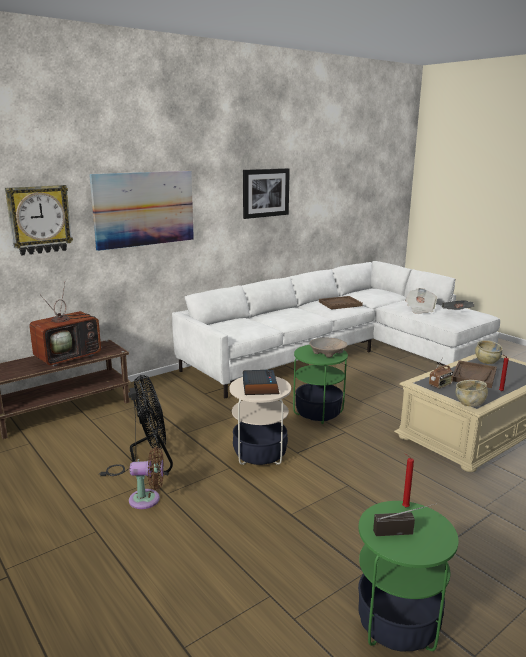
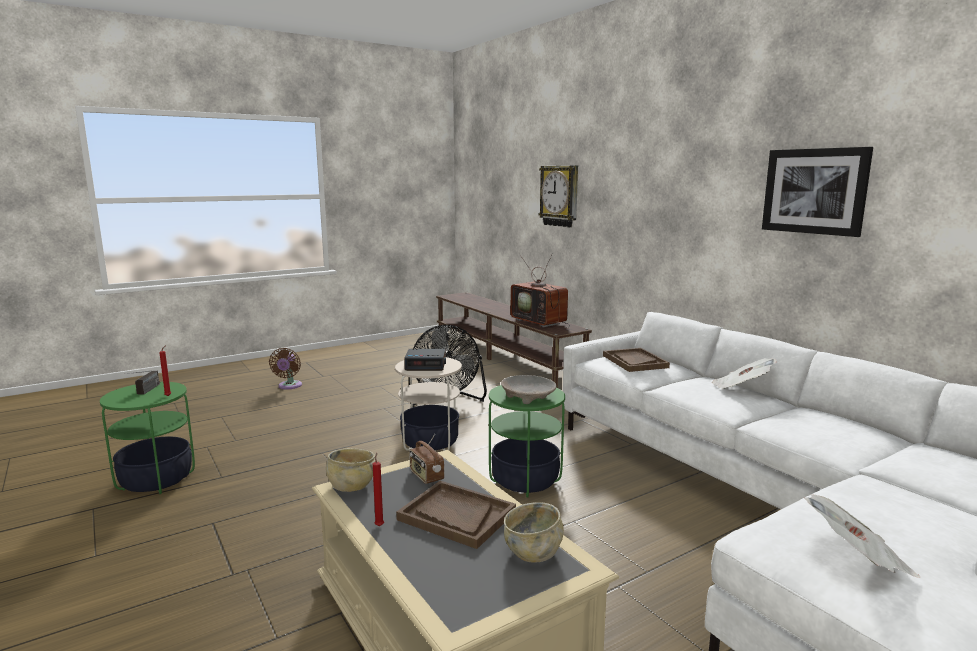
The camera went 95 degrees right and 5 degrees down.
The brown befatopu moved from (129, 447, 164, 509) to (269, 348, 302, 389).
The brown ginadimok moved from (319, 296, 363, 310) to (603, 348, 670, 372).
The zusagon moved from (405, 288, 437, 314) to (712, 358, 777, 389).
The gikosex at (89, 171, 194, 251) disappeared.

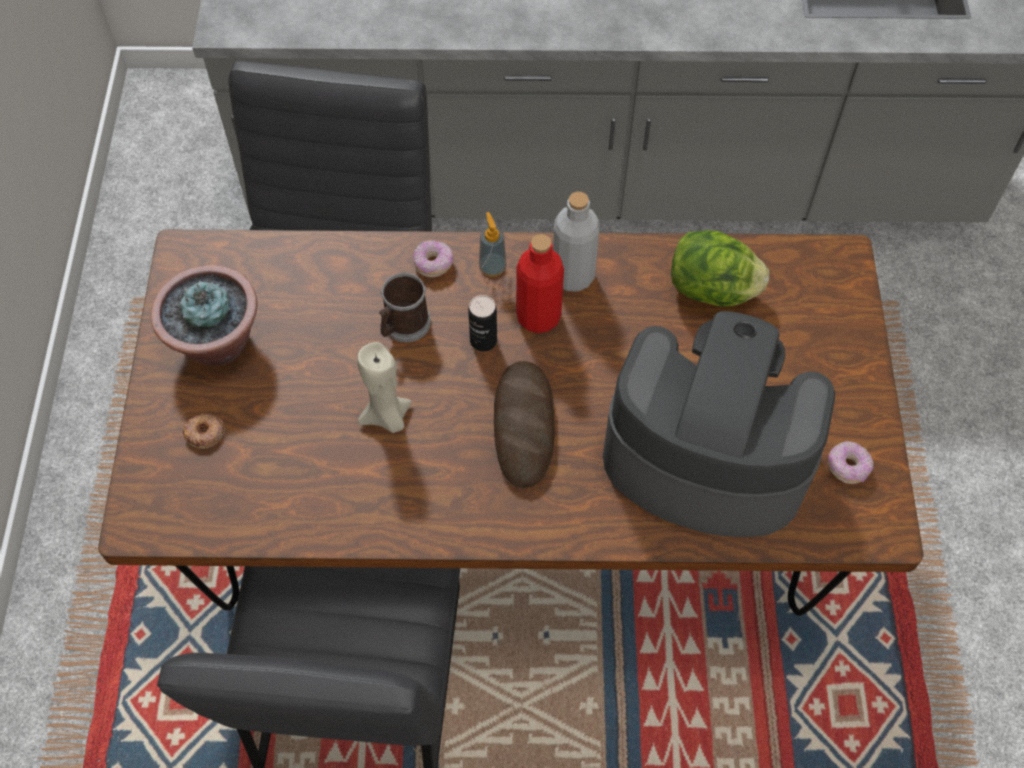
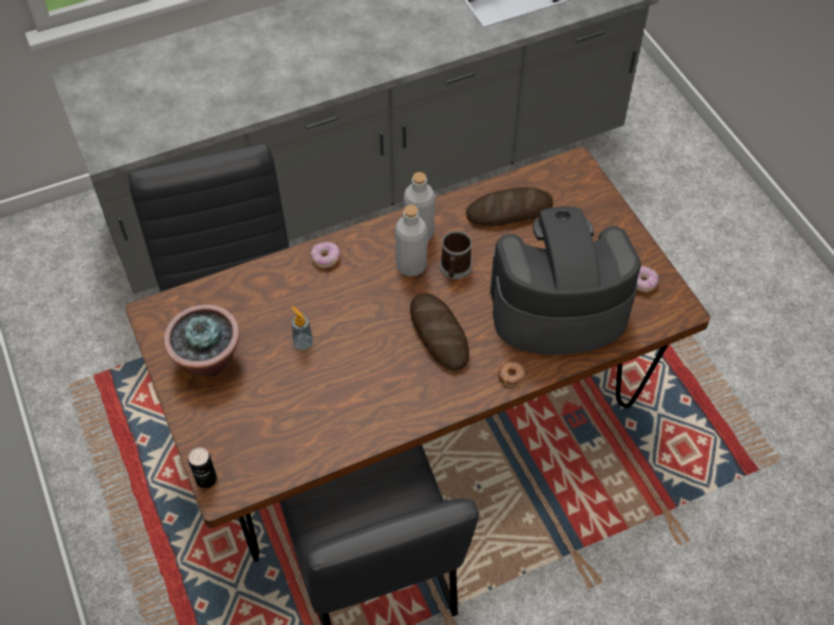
The camera went 25 degrees left and 5 degrees down.
The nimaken moved from (468, 295, 497, 352) to (188, 447, 217, 488).
The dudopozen moved from (479, 212, 507, 277) to (291, 306, 313, 351).
The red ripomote at (516, 234, 564, 333) became the grey ripomote at (395, 205, 427, 277).
The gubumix moved from (379, 273, 431, 342) to (440, 231, 472, 279).
The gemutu at (671, 230, 769, 307) was replaced by the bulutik at (466, 187, 553, 226).
The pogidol moved from (183, 413, 225, 449) to (498, 362, 525, 386).
The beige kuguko at (357, 342, 412, 433) disappeared.

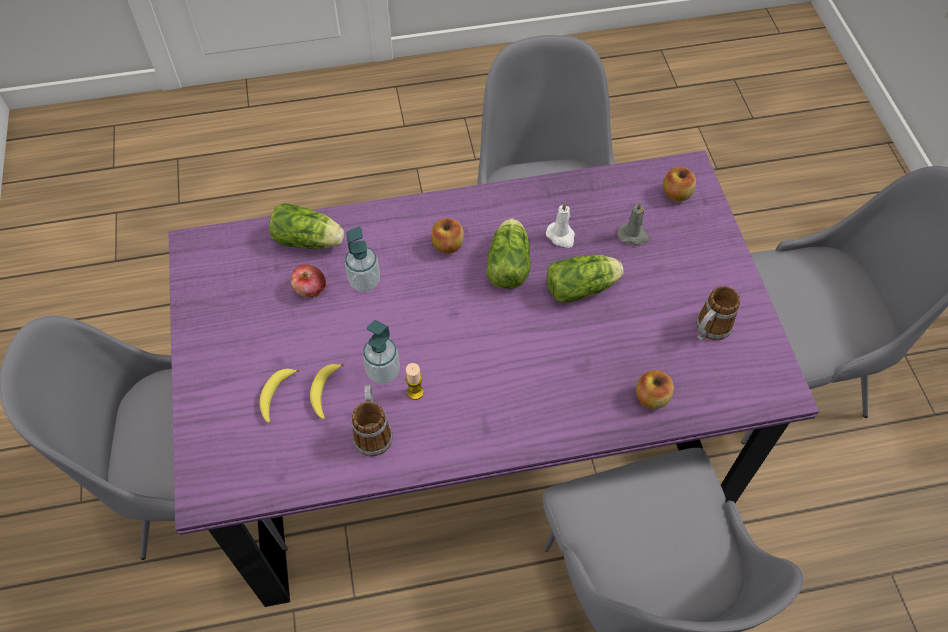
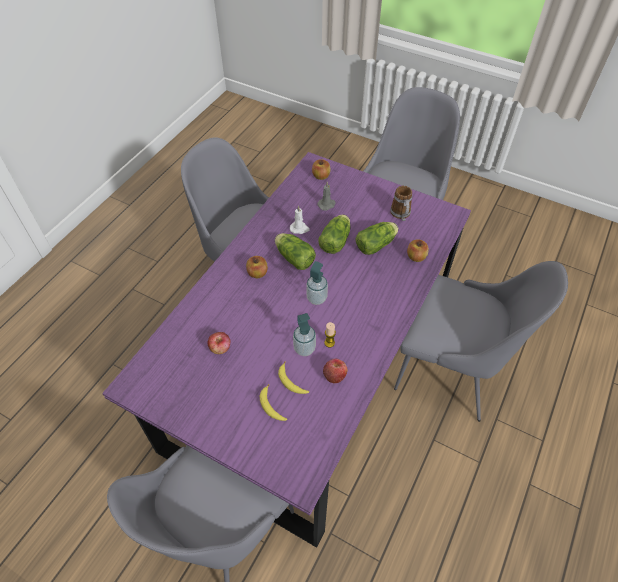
The camera went 50 degrees left and 5 degrees down.
The dudopozen moved from (345, 227, 380, 292) to (306, 261, 328, 305).
The gubumix at (352, 385, 393, 457) was replaced by the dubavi at (323, 359, 348, 383).
The gemutu moved from (269, 203, 344, 249) to (356, 222, 398, 255).

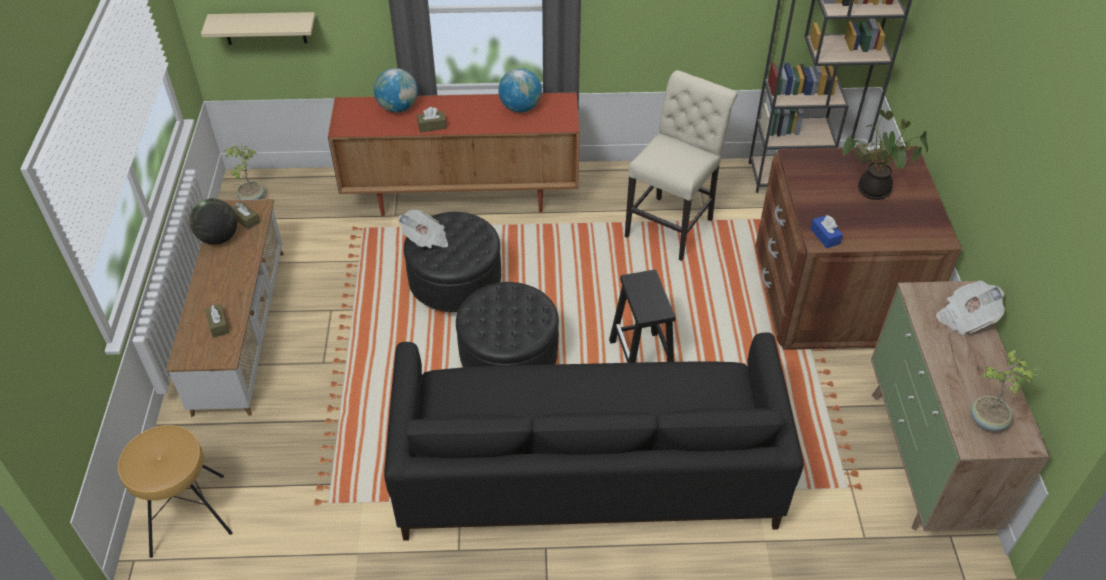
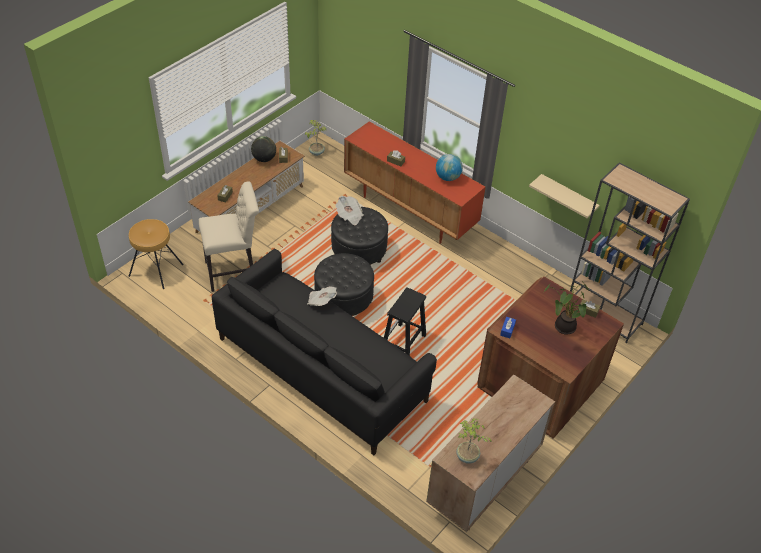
The camera went 40 degrees right and 0 degrees up.
The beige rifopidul moved from (625, 70, 737, 261) to (199, 181, 259, 292).
The zusagon moved from (936, 281, 1005, 335) to (307, 286, 337, 306).
The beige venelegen moved from (201, 12, 315, 45) to (529, 174, 599, 218).
The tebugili at (374, 68, 418, 113) disappeared.

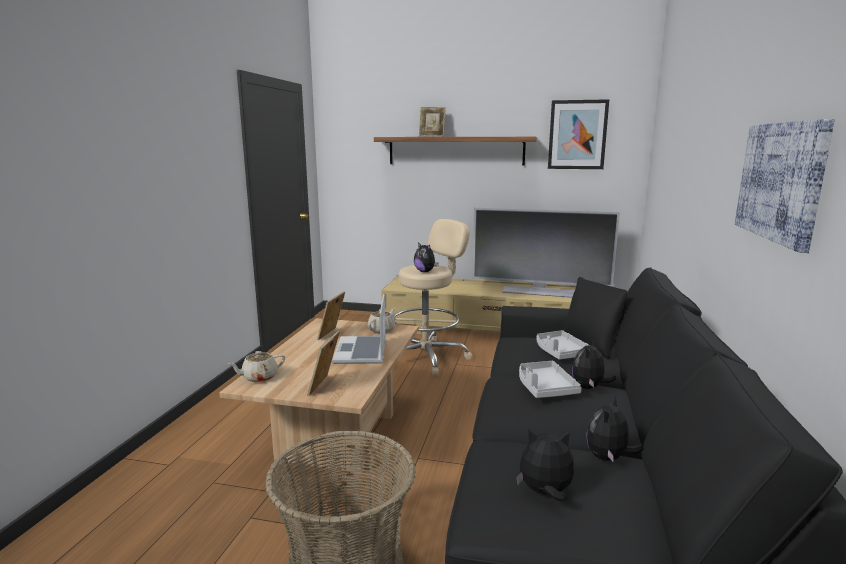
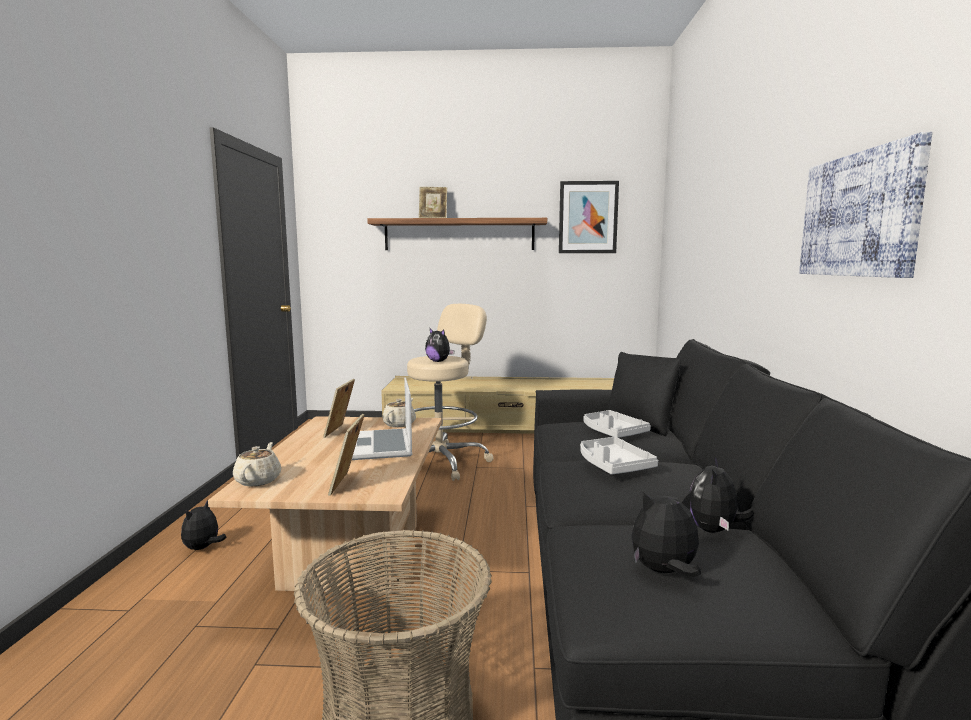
The camera went 10 degrees left and 5 degrees down.
The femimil moved from (572, 339, 616, 389) to (181, 500, 226, 550).
The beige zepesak at (228, 351, 285, 382) turned 135 degrees clockwise.
The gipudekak at (472, 208, 620, 298) disappeared.

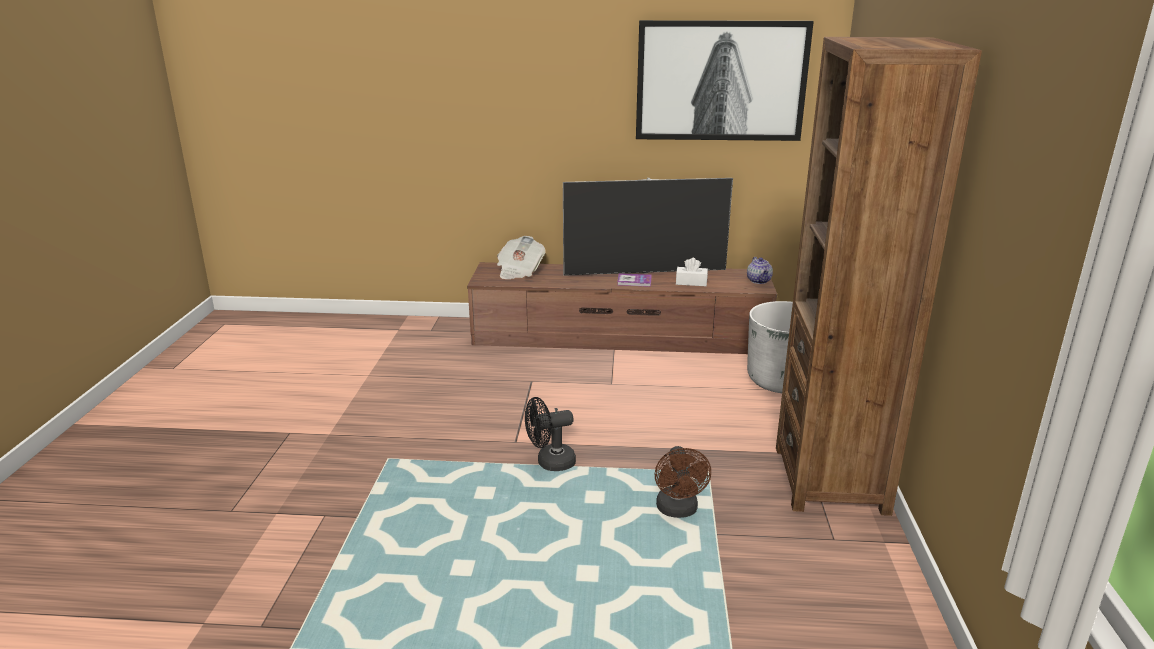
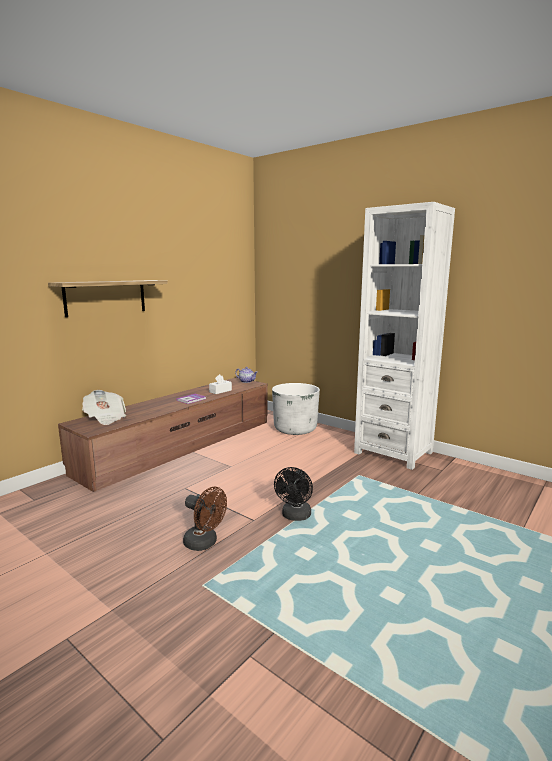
The camera went 55 degrees left and 10 degrees down.
The venelegen at (48, 280, 168, 317) appeared.
The brown befatopu moved from (655, 446, 711, 518) to (183, 487, 227, 551).
The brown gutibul at (776, 37, 982, 516) became the white gutibul at (354, 202, 455, 470).
The gipudekak at (563, 178, 733, 276) disappeared.
The gikosex at (636, 20, 814, 141) disappeared.

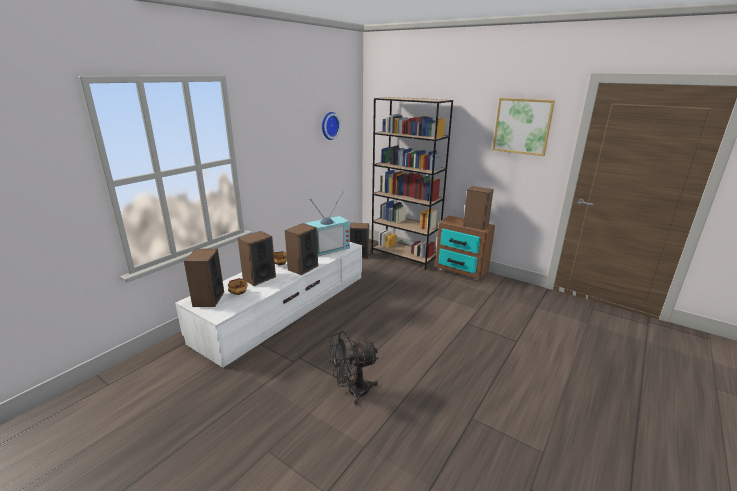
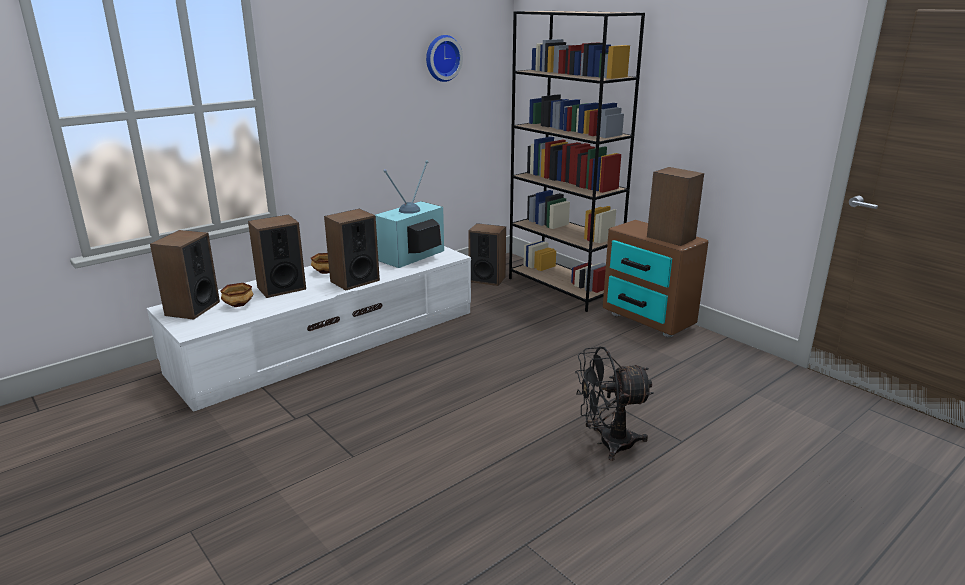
The camera went 15 degrees right and 0 degrees up.
The gipudekak at (305, 191, 350, 256) turned 150 degrees clockwise.
The black befatopu moved from (327, 331, 379, 405) to (575, 347, 653, 461).
The gikosex at (492, 98, 555, 156) disappeared.

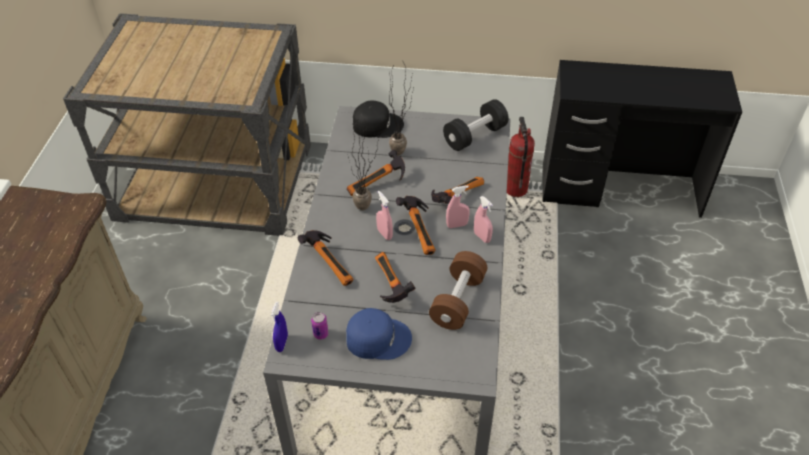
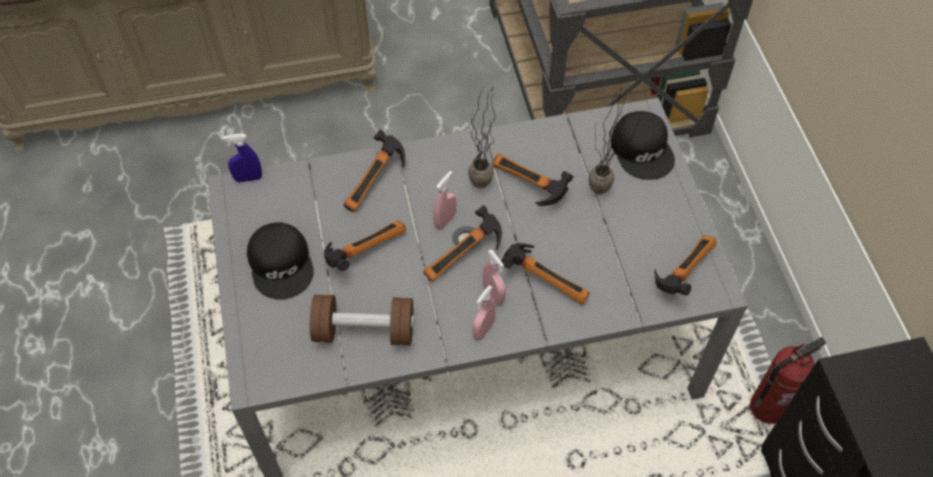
The camera went 70 degrees right and 10 degrees up.
The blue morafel at (346, 308, 412, 360) became the black morafel at (247, 222, 314, 299).
The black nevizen at (443, 99, 509, 151) was replaced by the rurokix at (654, 235, 717, 296).
The nimaken at (311, 312, 329, 340) disappeared.

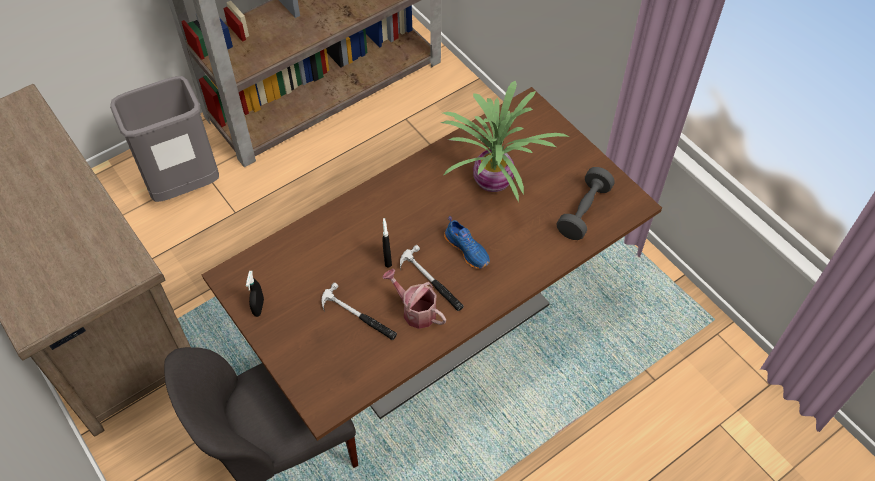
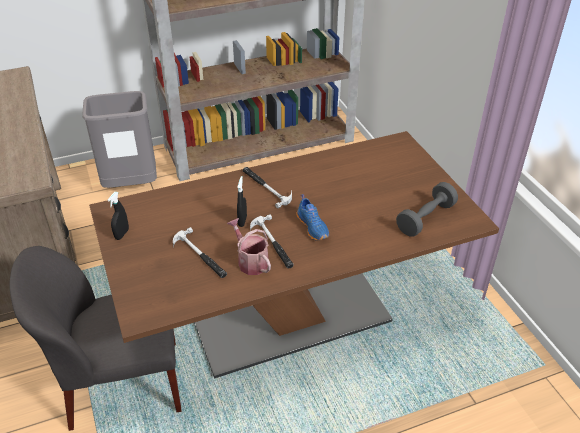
The camera went 15 degrees right and 15 degrees down.
The rurokix at (243, 167, 292, 208) appeared.
The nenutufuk at (441, 80, 570, 202) disappeared.

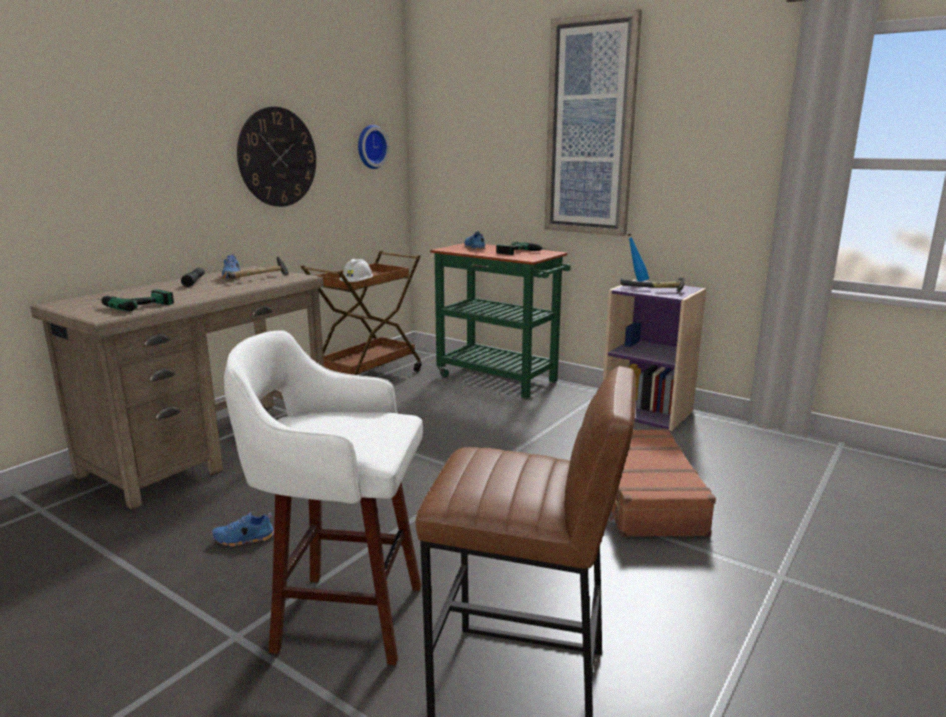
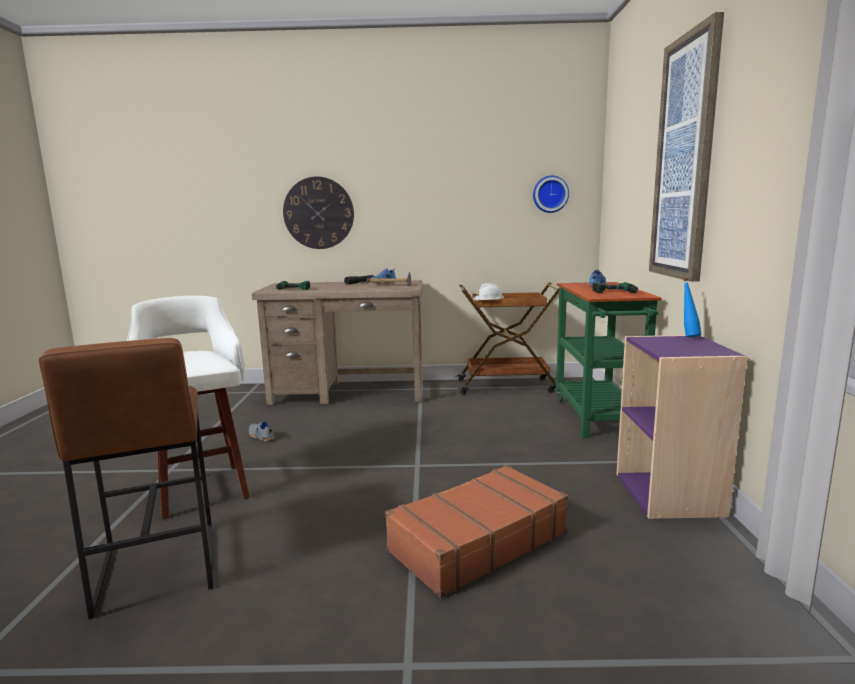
The camera went 55 degrees right and 5 degrees down.
The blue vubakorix at (211, 512, 274, 547) became the grey vubakorix at (249, 421, 275, 441).
The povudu moved from (237, 107, 316, 207) to (283, 177, 354, 249).
The rurokix at (621, 277, 685, 294) disappeared.

